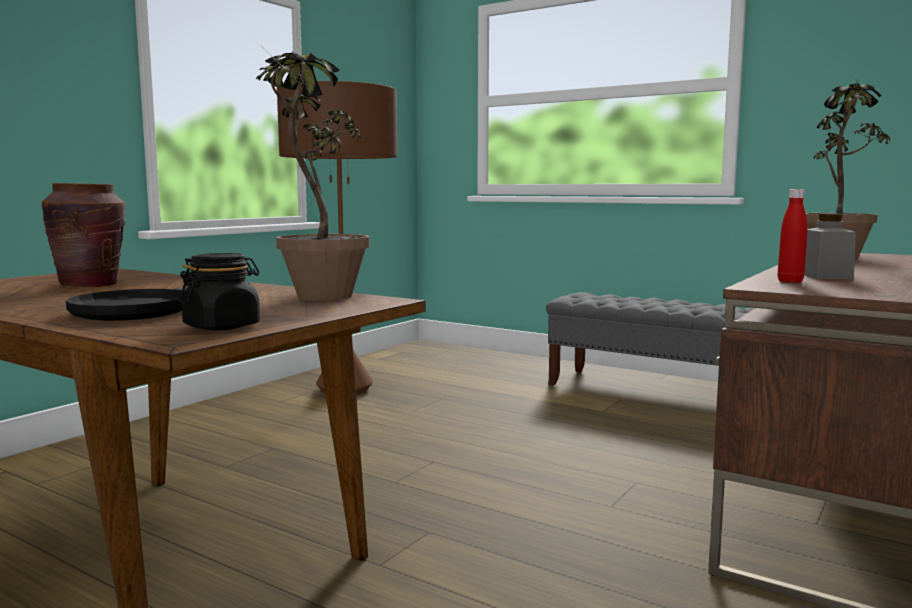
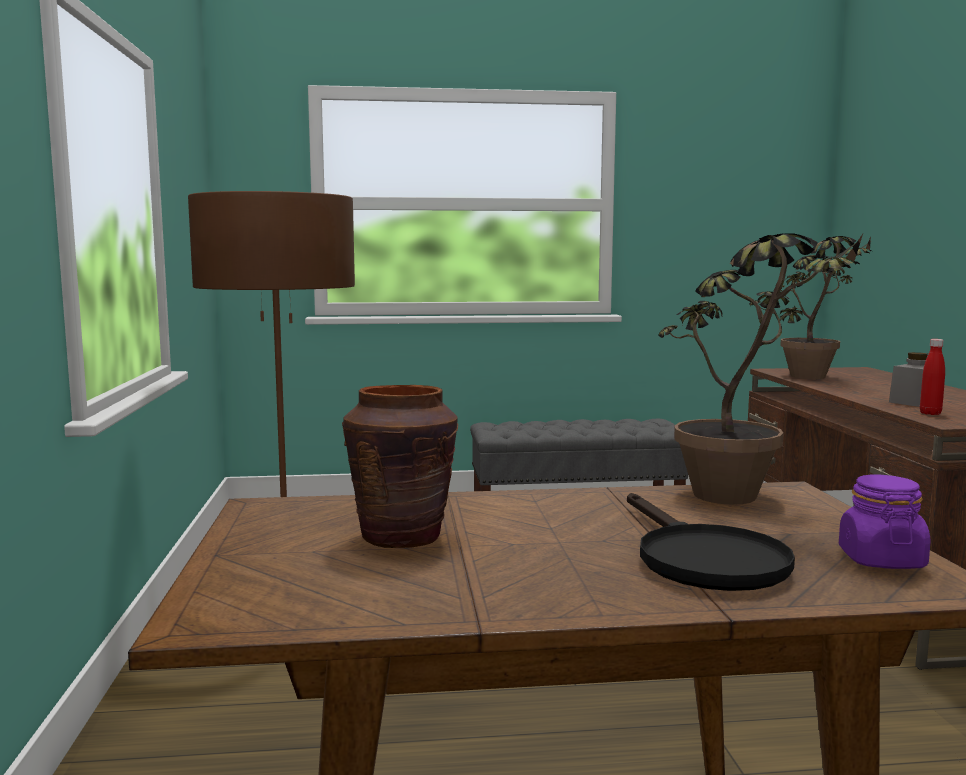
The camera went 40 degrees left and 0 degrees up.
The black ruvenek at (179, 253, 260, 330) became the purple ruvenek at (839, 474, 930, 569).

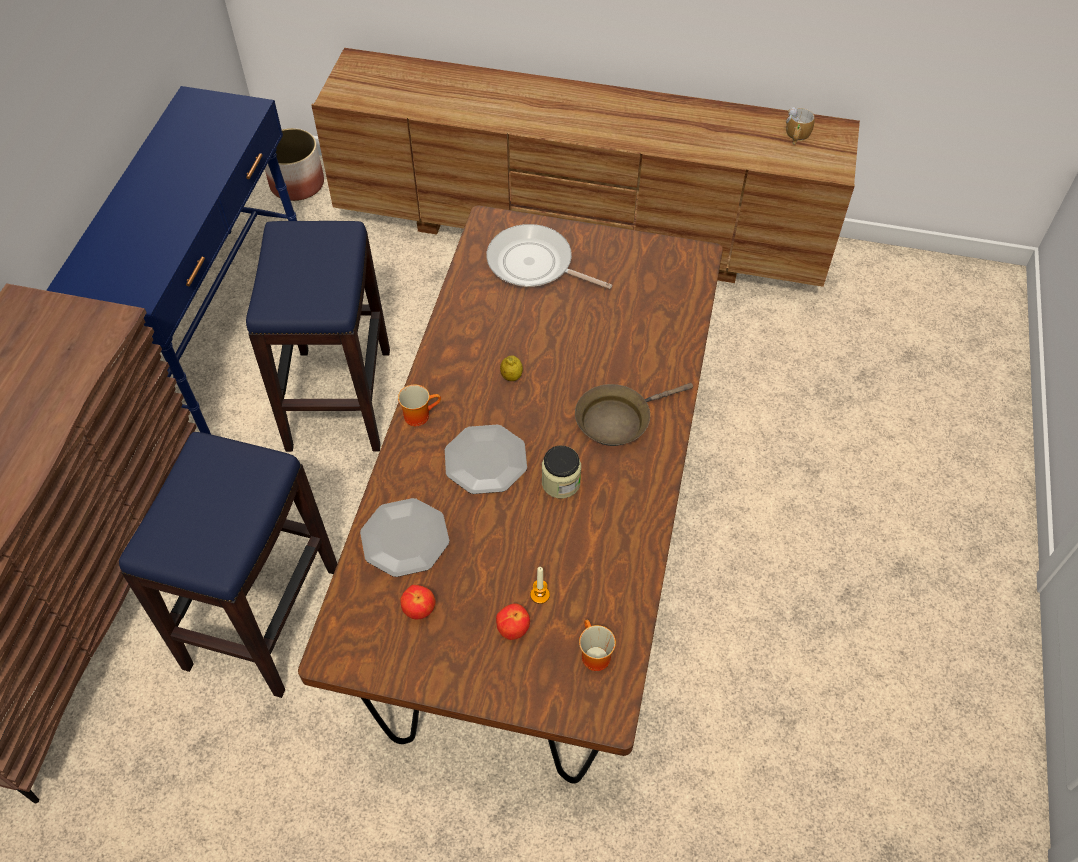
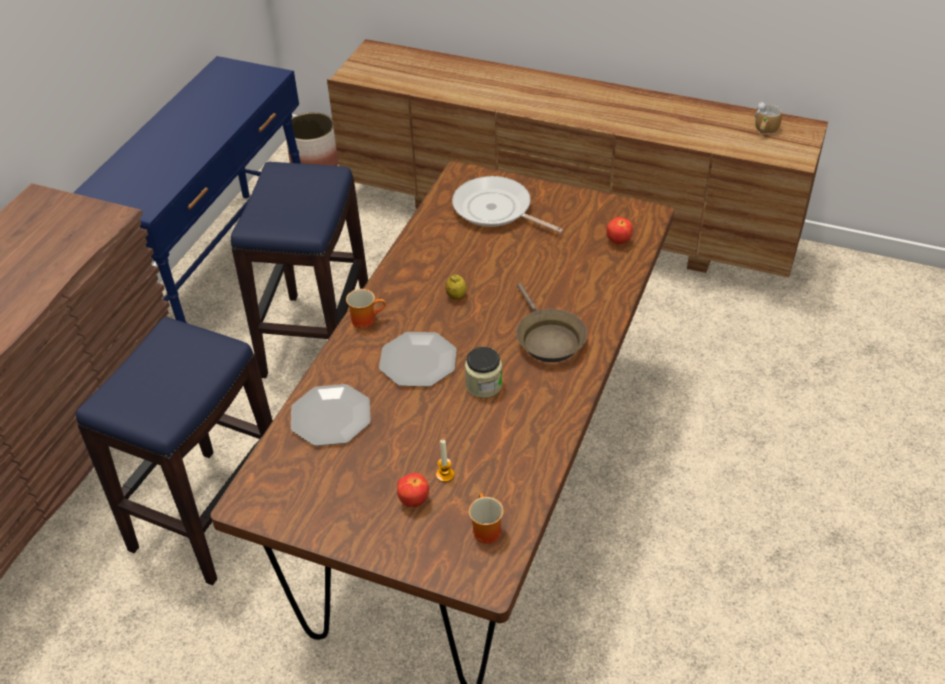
The camera went 10 degrees right and 10 degrees down.
The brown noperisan at (575, 383, 693, 446) turned 90 degrees counterclockwise.
The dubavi moved from (400, 585, 436, 620) to (606, 217, 633, 244).

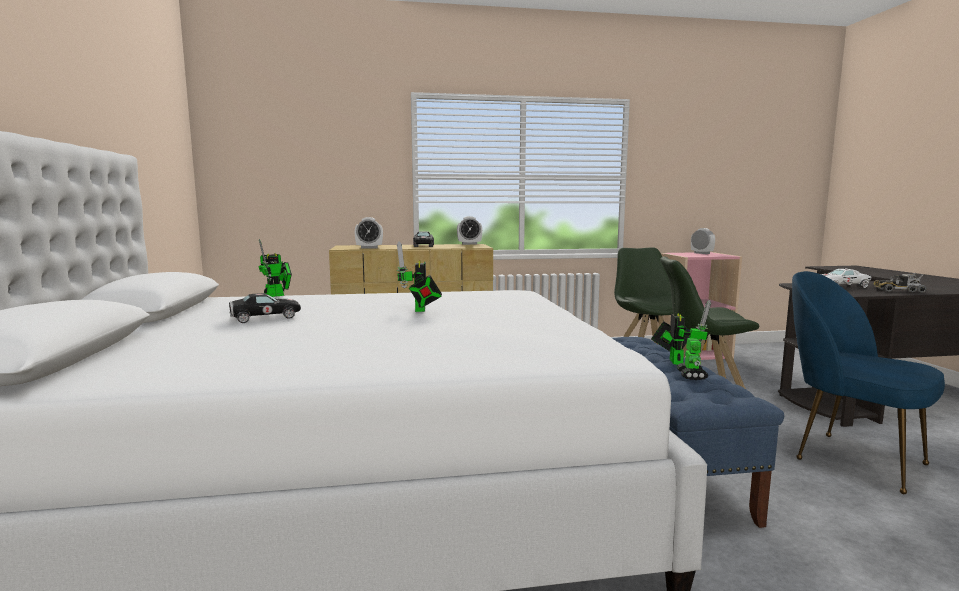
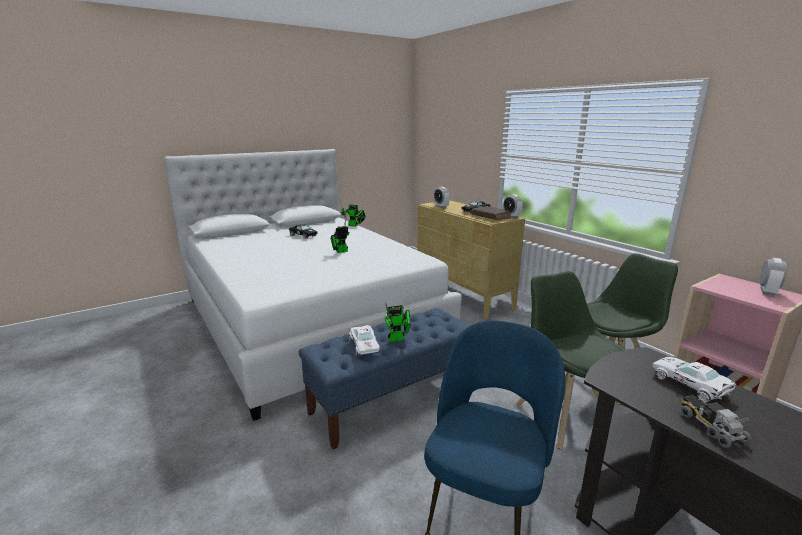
The camera went 65 degrees right and 10 degrees up.
The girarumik at (677, 338, 708, 380) was replaced by the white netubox at (349, 325, 380, 356).
The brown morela at (472, 206, 511, 220) appeared.

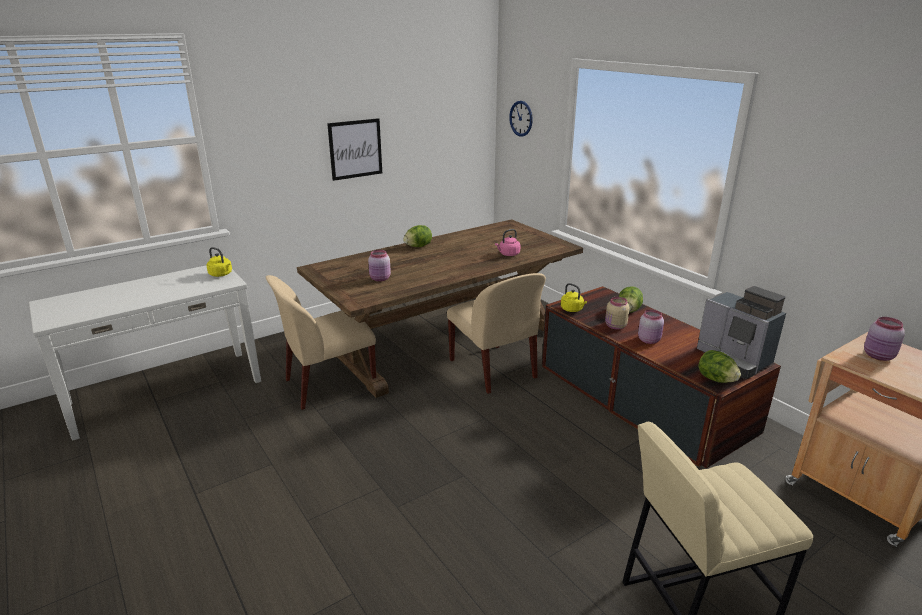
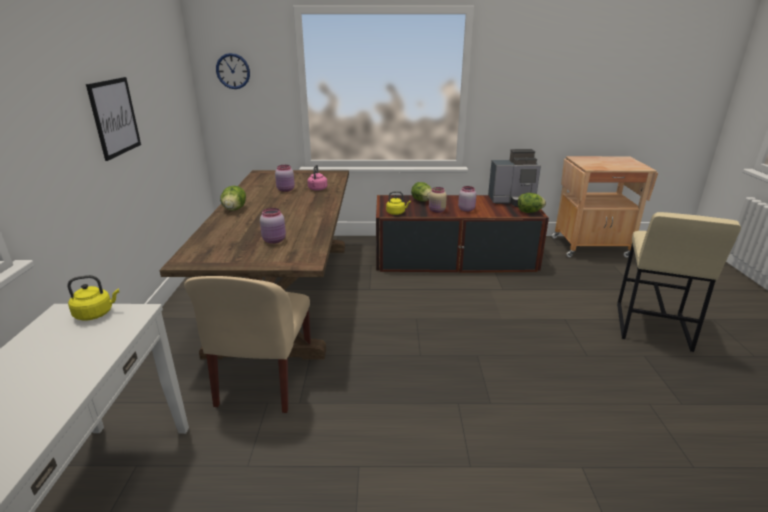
The camera went 55 degrees left and 0 degrees up.
The pink ruvenek moved from (864, 317, 905, 361) to (275, 165, 295, 192).
The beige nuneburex at (447, 273, 546, 394) disappeared.

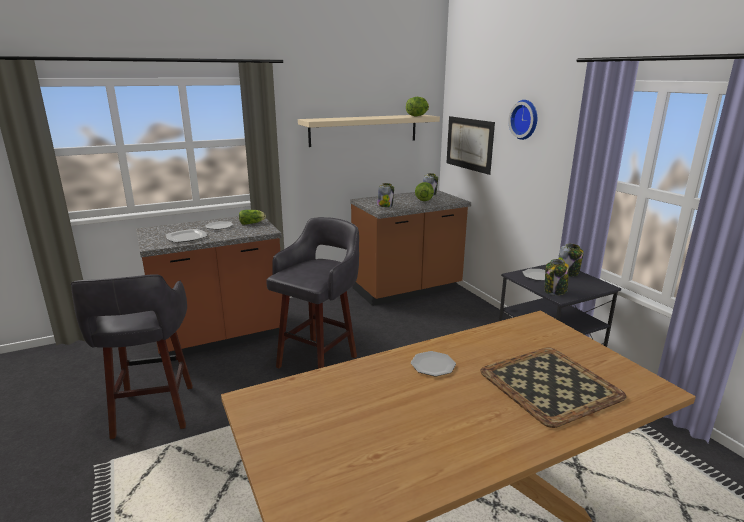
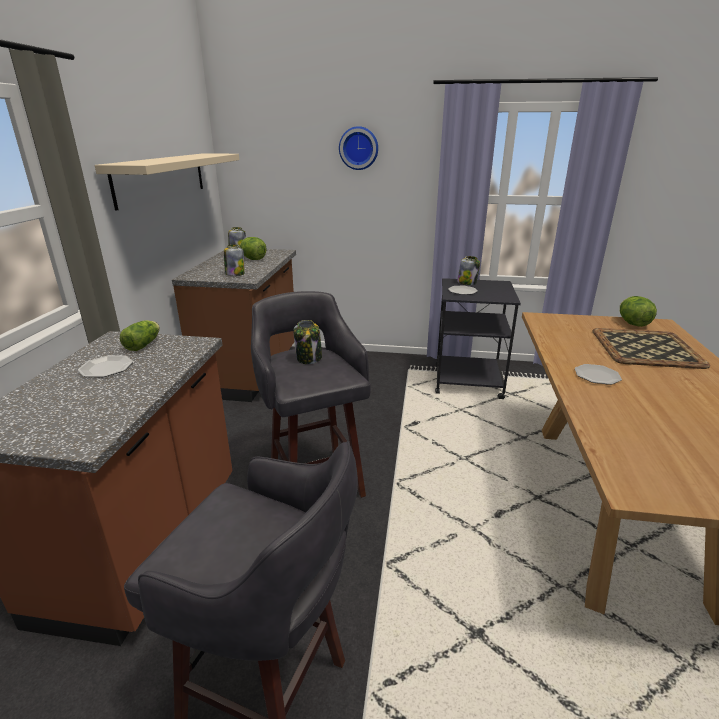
The camera went 55 degrees left and 5 degrees up.
The ruvenek moved from (544, 259, 569, 295) to (293, 320, 322, 364).
The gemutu moved from (406, 97, 429, 116) to (620, 296, 657, 327).
The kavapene at (166, 229, 207, 242) disappeared.
The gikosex at (447, 116, 495, 175) disappeared.

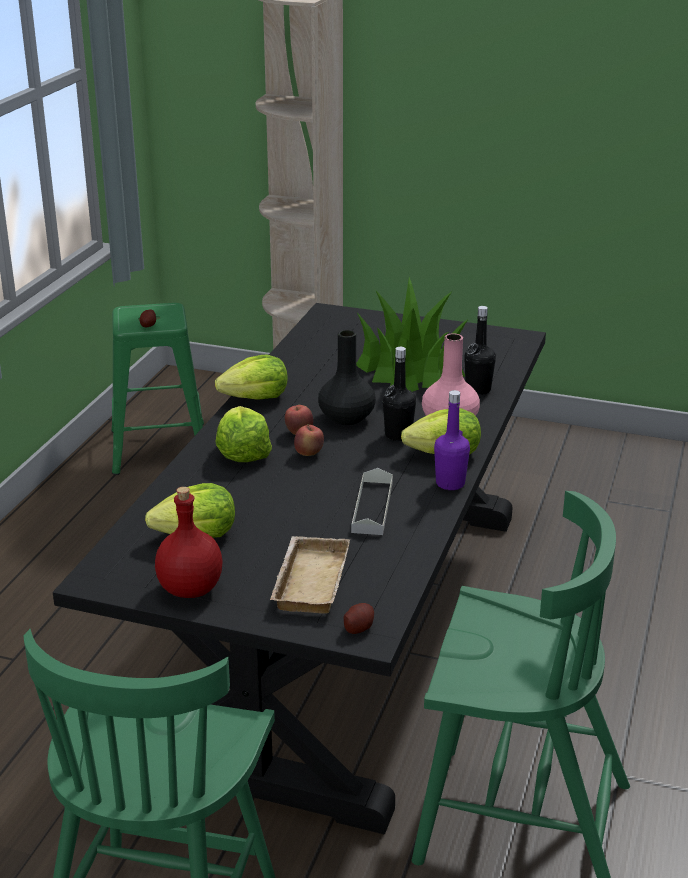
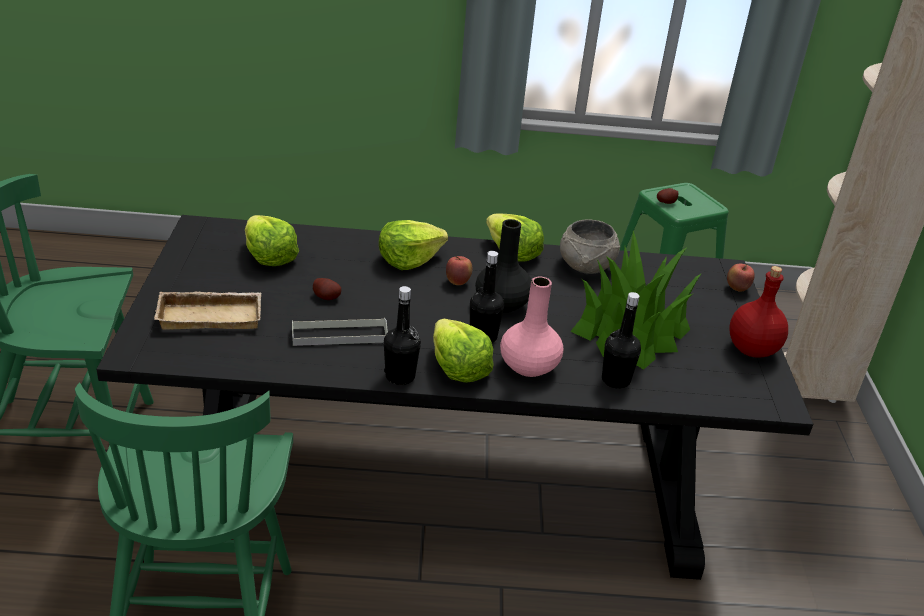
The camera went 70 degrees right and 5 degrees up.
The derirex moved from (344, 603, 374, 634) to (313, 278, 342, 300).
The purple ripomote at (434, 390, 470, 490) became the black ripomote at (384, 286, 421, 385).
The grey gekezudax at (560, 219, 620, 274) appeared.
The dubavi moved from (294, 424, 324, 456) to (727, 264, 755, 292).
The red ripomote moved from (155, 487, 223, 598) to (730, 266, 788, 358).

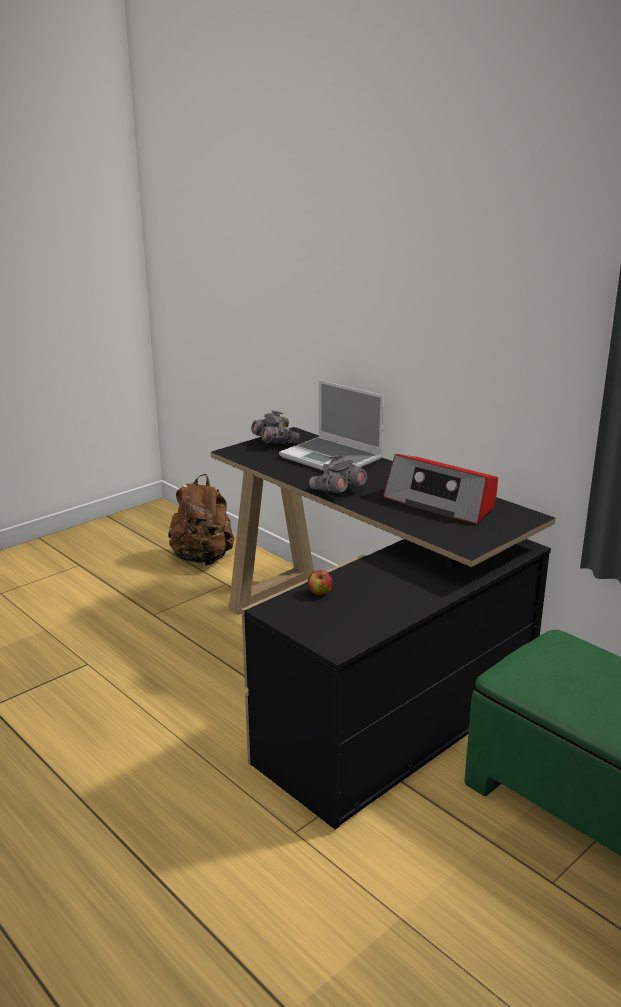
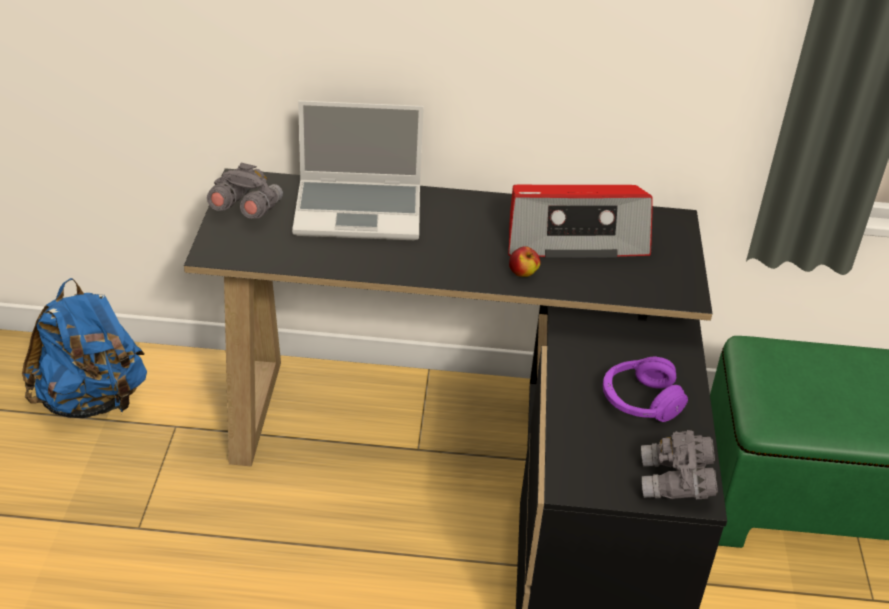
The camera went 45 degrees left and 15 degrees up.
The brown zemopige at (168, 474, 234, 566) became the blue zemopige at (22, 278, 147, 418).
The dubavi moved from (308, 570, 332, 595) to (509, 246, 541, 277).
The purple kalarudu at (603, 356, 688, 422) appeared.
The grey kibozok moved from (309, 455, 367, 493) to (641, 430, 718, 499).

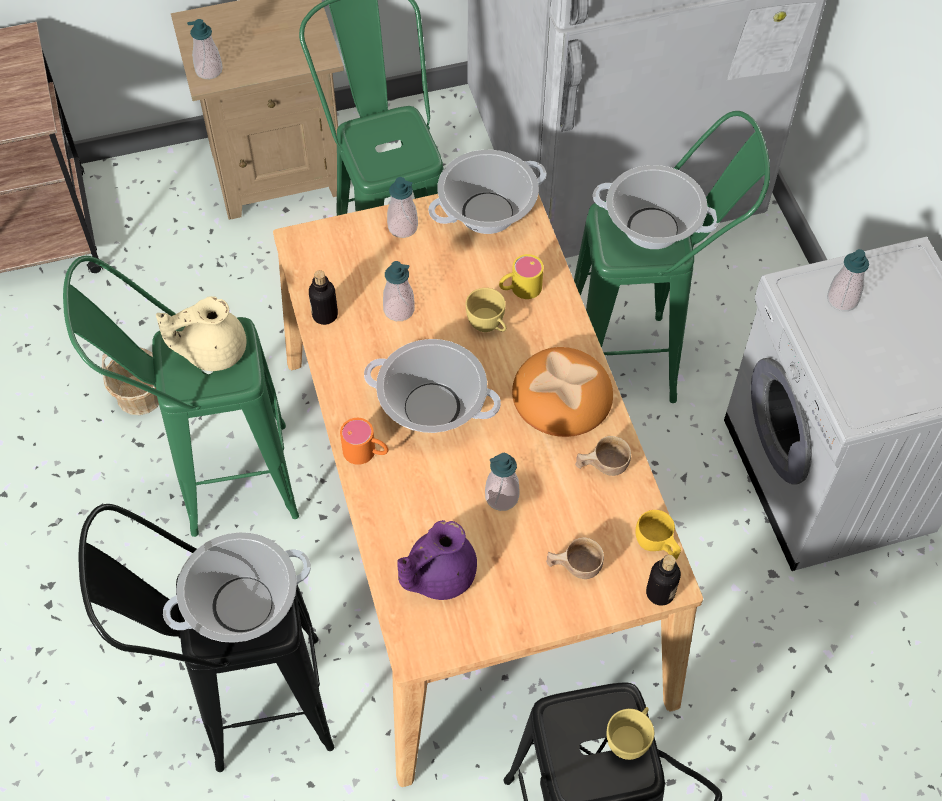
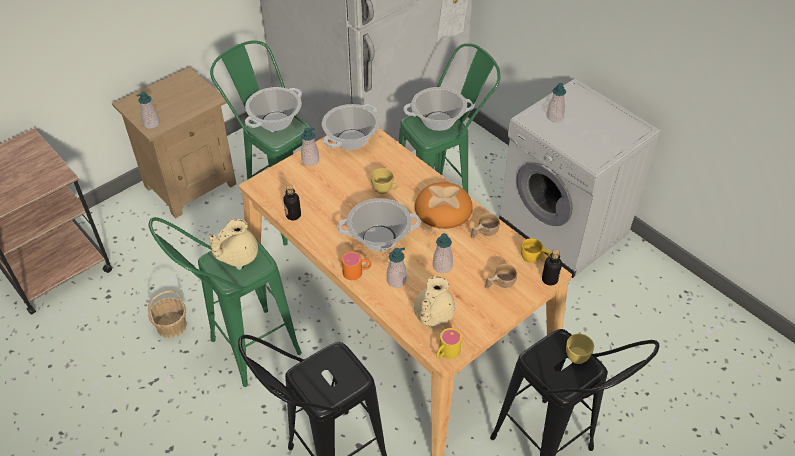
The camera went 25 degrees left and 10 degrees down.
The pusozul moved from (163, 532, 311, 643) to (245, 87, 302, 131).
The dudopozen moved from (383, 261, 415, 321) to (387, 248, 407, 288).
The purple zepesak at (398, 520, 477, 600) became the beige zepesak at (414, 276, 455, 327).
The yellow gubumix moved from (499, 254, 544, 299) to (436, 328, 462, 359).

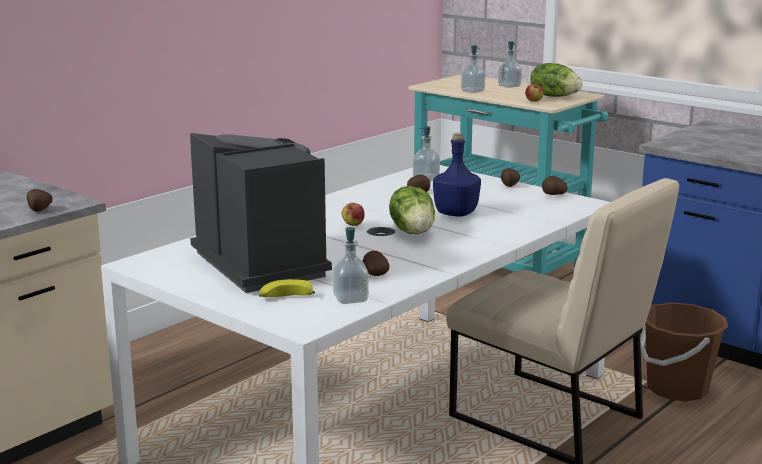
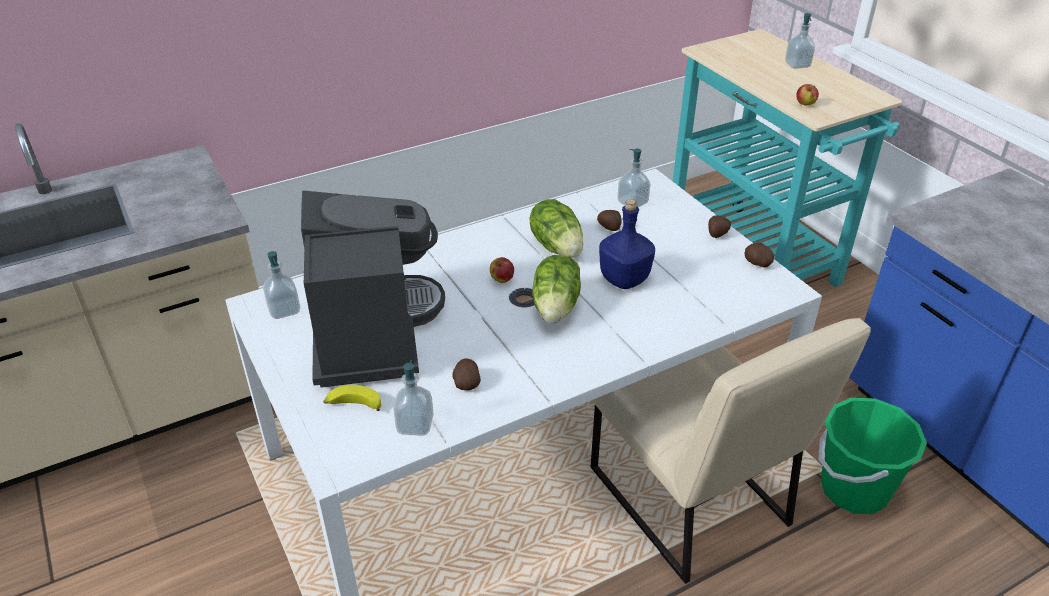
The camera went 20 degrees right and 20 degrees up.
The dudopozen moved from (461, 45, 486, 93) to (263, 251, 300, 319).
The gemutu moved from (530, 63, 583, 97) to (530, 199, 583, 257).
The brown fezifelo at (640, 303, 728, 401) became the green fezifelo at (818, 398, 927, 514).
The derirex at (27, 189, 53, 212) disappeared.

